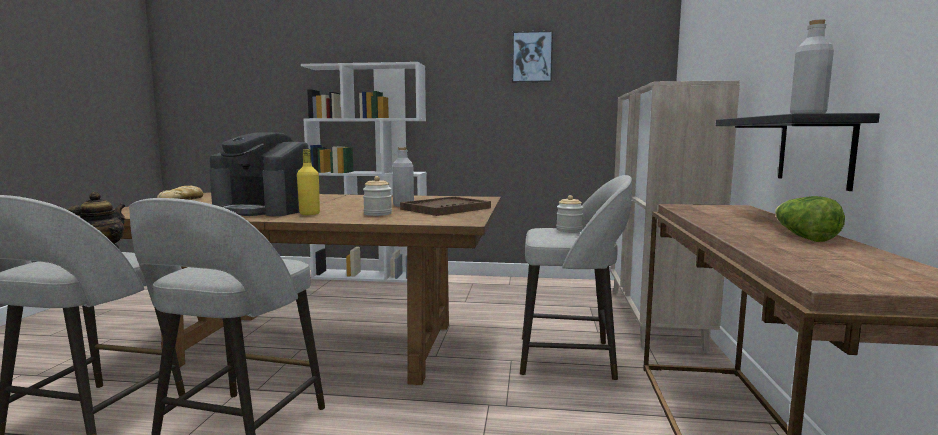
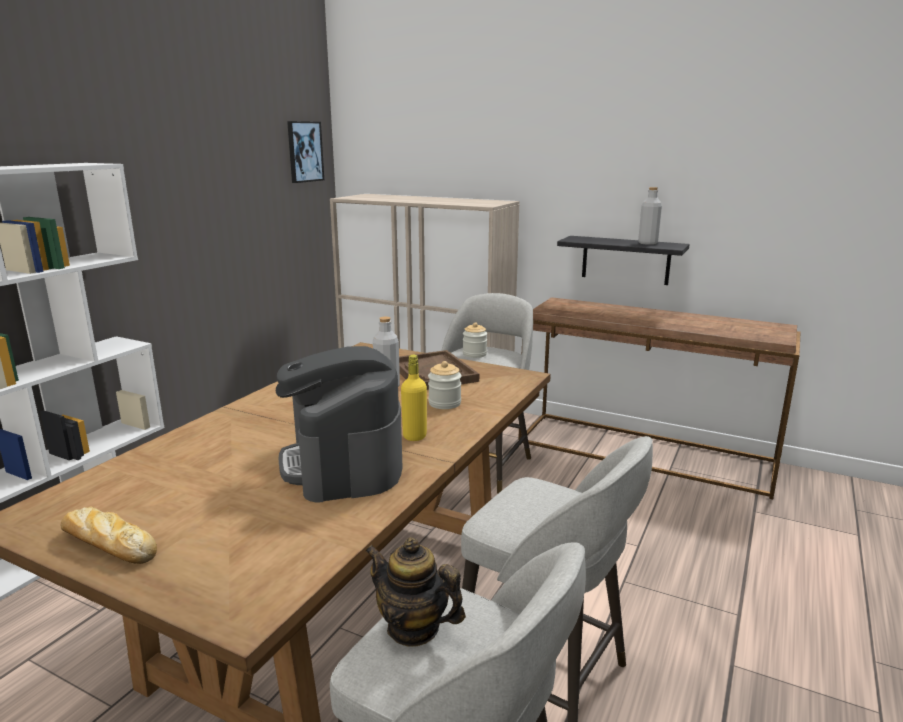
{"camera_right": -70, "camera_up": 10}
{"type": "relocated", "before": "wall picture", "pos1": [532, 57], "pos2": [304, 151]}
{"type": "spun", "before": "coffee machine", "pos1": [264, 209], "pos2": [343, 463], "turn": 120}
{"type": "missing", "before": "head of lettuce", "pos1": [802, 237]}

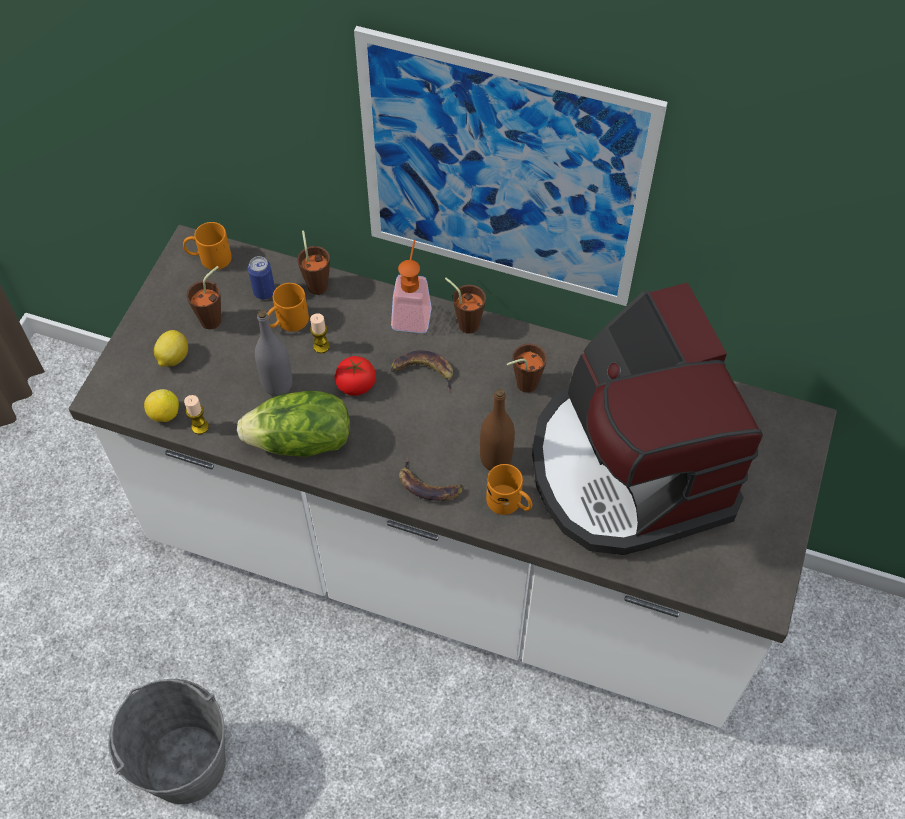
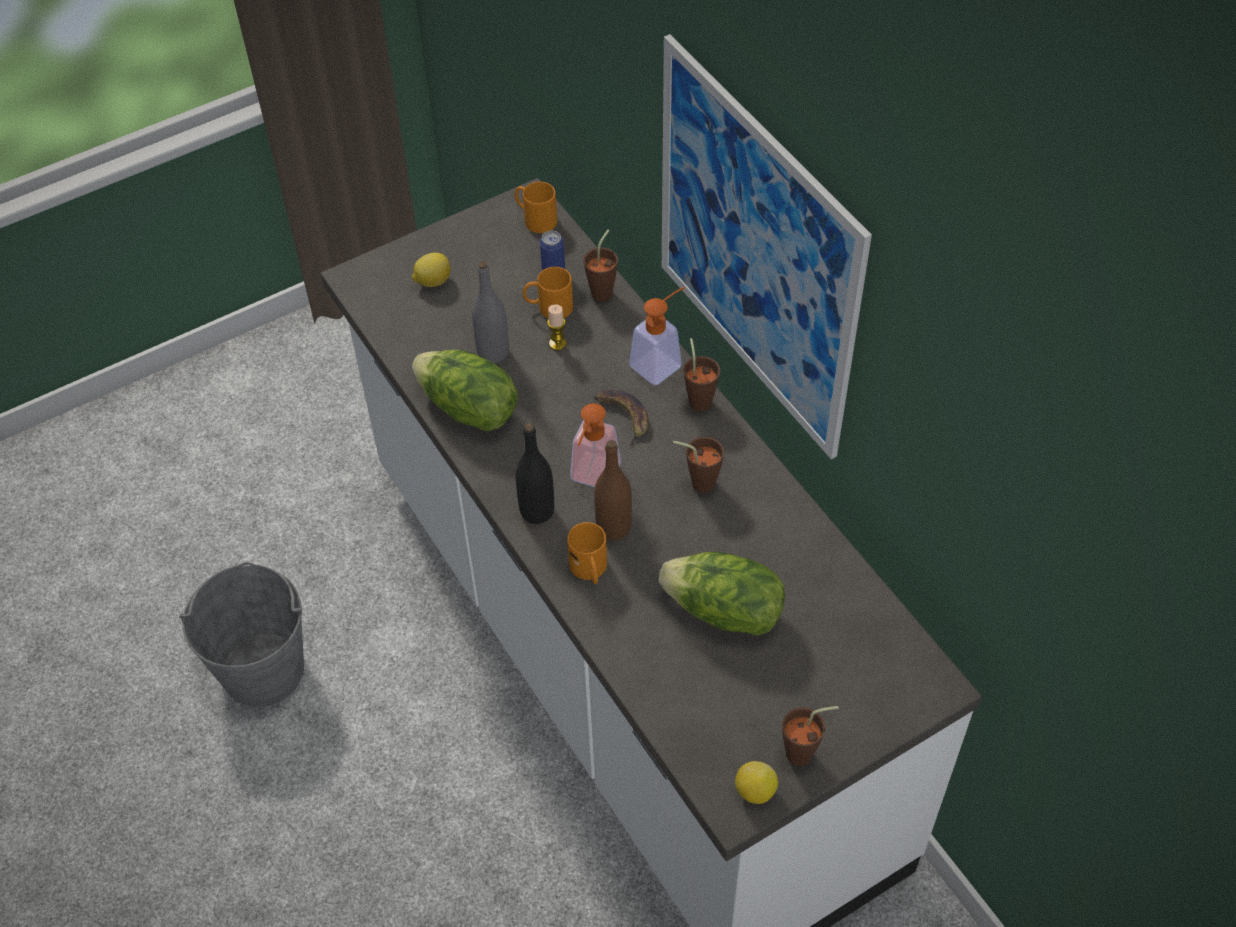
{"camera_right": 40, "camera_up": -5}
{"type": "relocated", "before": "cup/brown-coloured", "pos1": [214, 318], "pos2": [805, 753]}
{"type": "exchanged", "before": "coffee machine", "after": "head of lettuce", "pos1": [628, 468], "pos2": [723, 612]}
{"type": "missing", "before": "fresh tomato", "pos1": [356, 385]}
{"type": "relocated", "before": "lemon", "pos1": [164, 414], "pos2": [755, 791]}
{"type": "missing", "before": "candle", "pos1": [200, 427]}
{"type": "exchanged", "before": "whole banana", "after": "bottle/black", "pos1": [429, 485], "pos2": [537, 511]}
{"type": "appeared", "after": "soap dispenser", "pos2": [592, 478]}

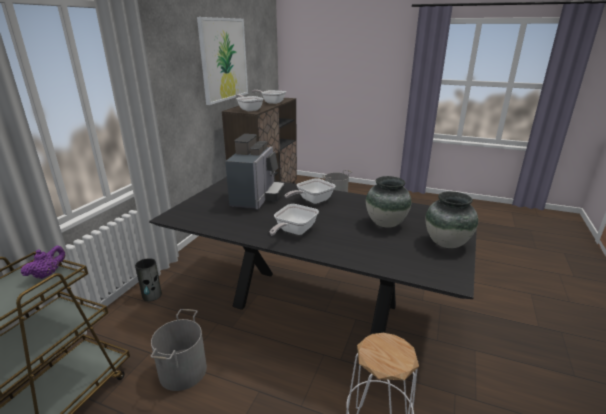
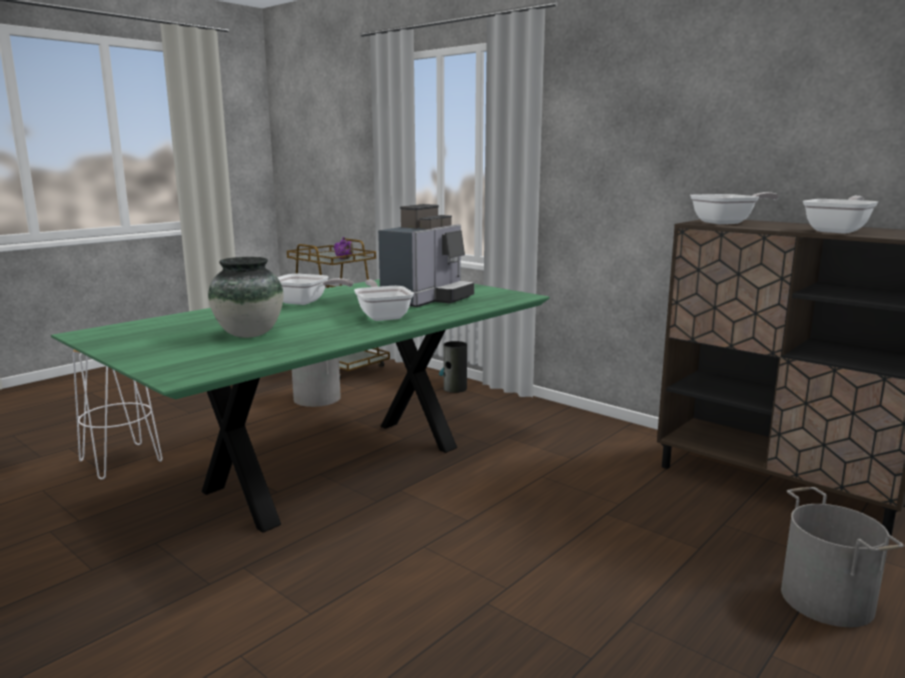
{"camera_right": 110, "camera_up": -10}
{"type": "missing", "before": "wall picture", "pos1": [224, 60]}
{"type": "spun", "before": "coffee machine", "pos1": [257, 198], "pos2": [428, 299], "turn": -90}
{"type": "colour", "before": "dinner table/black", "after": "dinner table/green-coloured", "pos1": [315, 307], "pos2": [336, 469]}
{"type": "missing", "before": "decorative vase", "pos1": [447, 243]}
{"type": "spun", "before": "frying pan", "pos1": [293, 231], "pos2": [306, 303], "turn": 150}

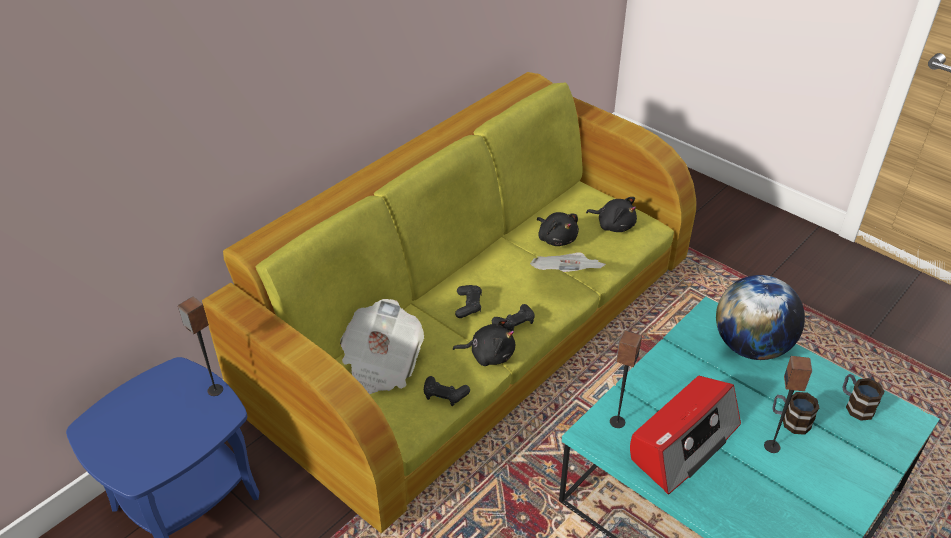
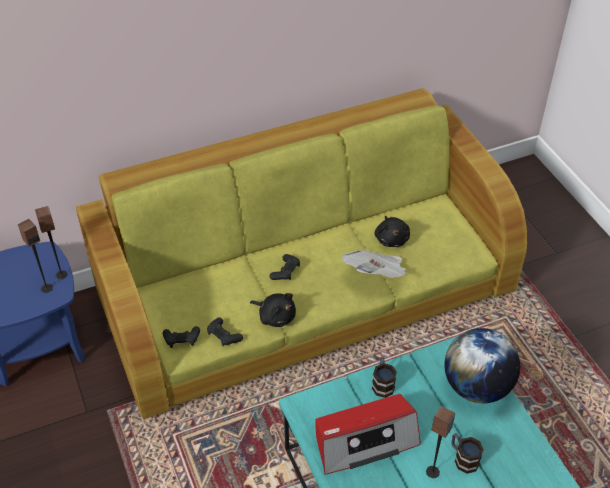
{"camera_right": 25, "camera_up": 5}
{"type": "missing", "before": "soft toy/black", "pos1": [614, 225]}
{"type": "missing", "before": "daily paper", "pos1": [381, 365]}
{"type": "relocated", "before": "joypad/black", "pos1": [514, 323], "pos2": [182, 340]}
{"type": "relocated", "before": "audio speaker", "pos1": [617, 422], "pos2": [46, 288]}
{"type": "relocated", "before": "tea mug", "pos1": [855, 405], "pos2": [382, 383]}

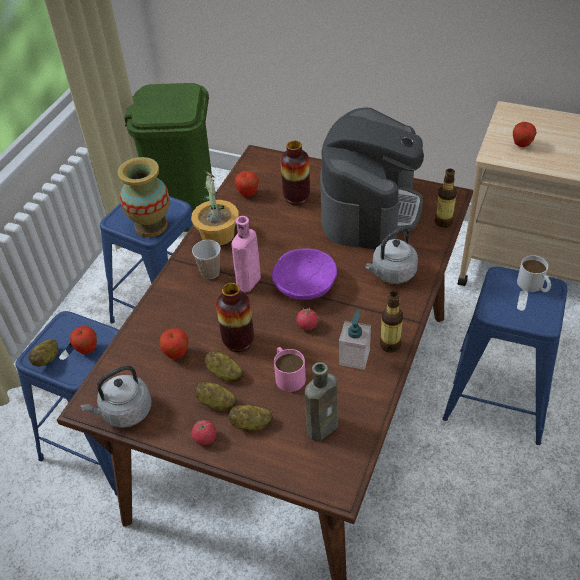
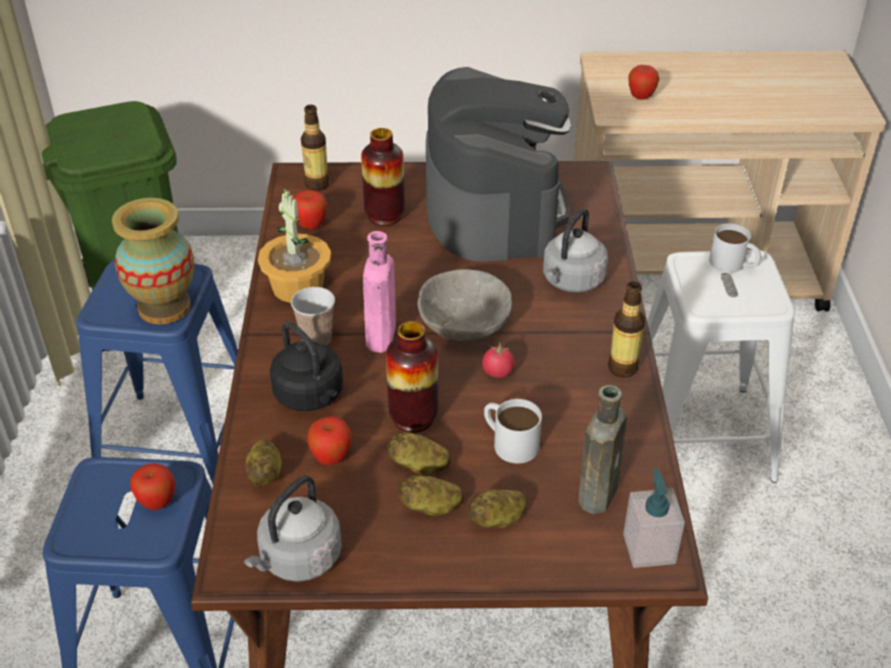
{"camera_right": -25, "camera_up": -5}
{"type": "relocated", "before": "bottle", "pos1": [443, 222], "pos2": [317, 184]}
{"type": "colour", "before": "deep dish/purplish", "after": "deep dish/grey", "pos1": [305, 285], "pos2": [464, 323]}
{"type": "colour", "before": "stool/bluish", "after": "stool/white", "pos1": [498, 394], "pos2": [696, 435]}
{"type": "relocated", "before": "soap dispenser", "pos1": [354, 357], "pos2": [649, 548]}
{"type": "relocated", "before": "spud", "pos1": [47, 359], "pos2": [266, 473]}
{"type": "colour", "before": "tea mug/pink", "after": "tea mug/white", "pos1": [287, 374], "pos2": [509, 441]}
{"type": "missing", "before": "fresh tomato", "pos1": [205, 438]}
{"type": "appeared", "after": "water kettle/black", "pos2": [311, 396]}

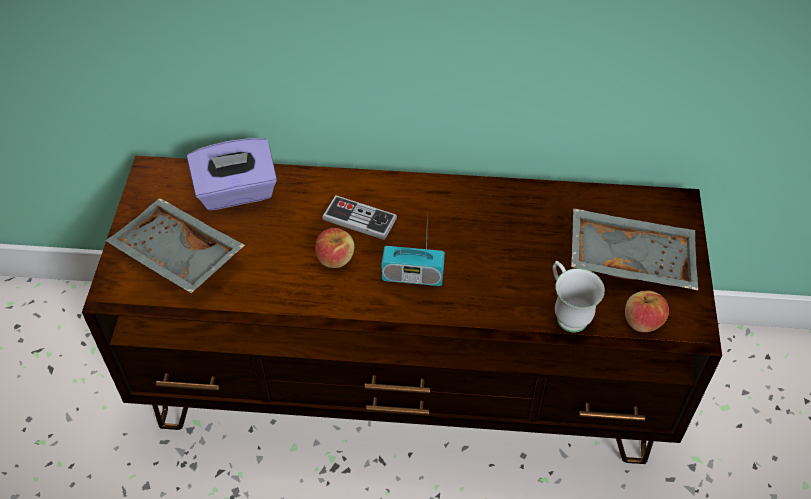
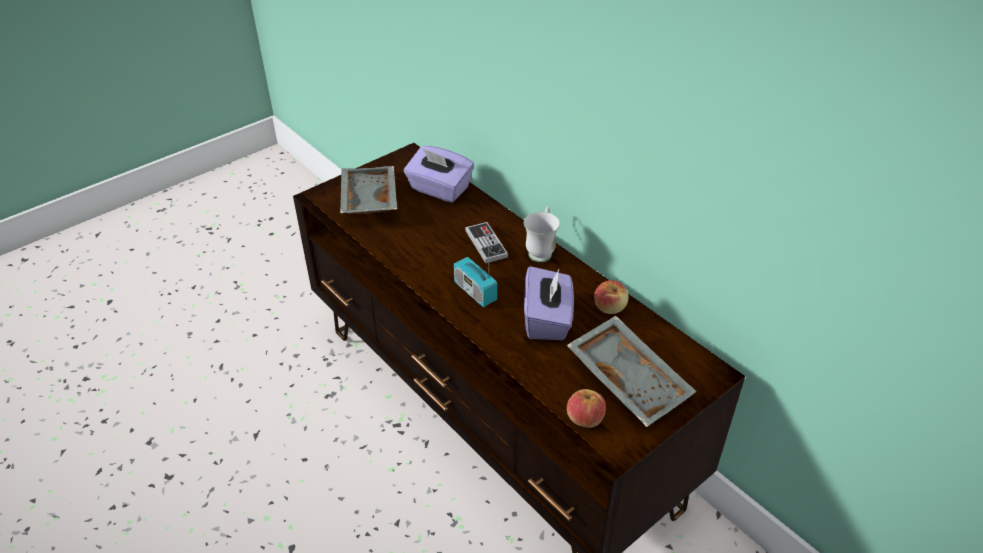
{"camera_right": 45, "camera_up": -10}
{"type": "relocated", "before": "whole apple", "pos1": [335, 258], "pos2": [610, 307]}
{"type": "relocated", "before": "tea mug/white", "pos1": [567, 313], "pos2": [541, 250]}
{"type": "appeared", "after": "tissue holder/purplish", "pos2": [547, 320]}

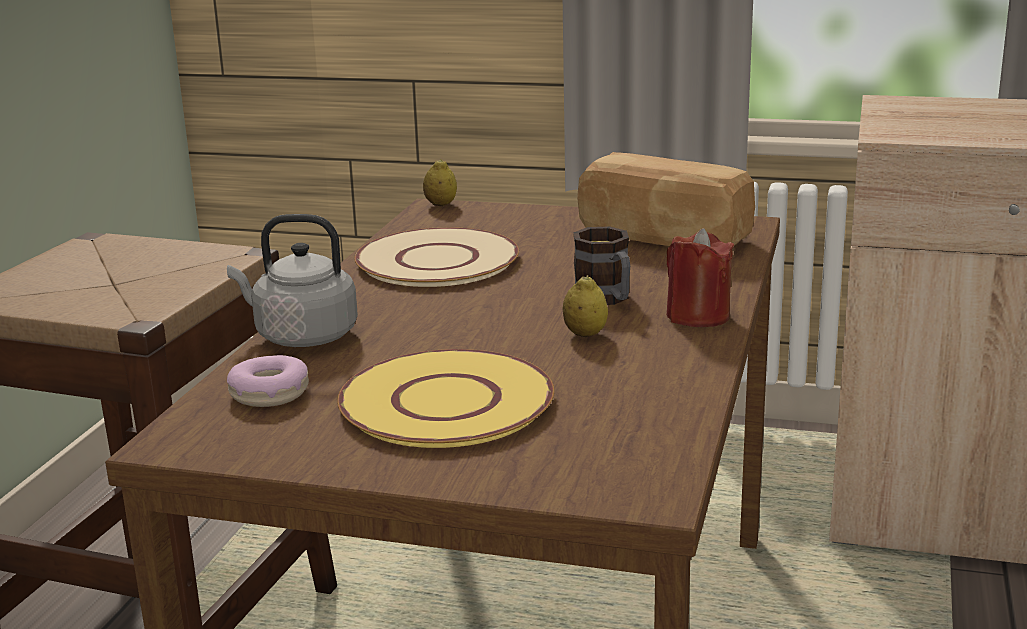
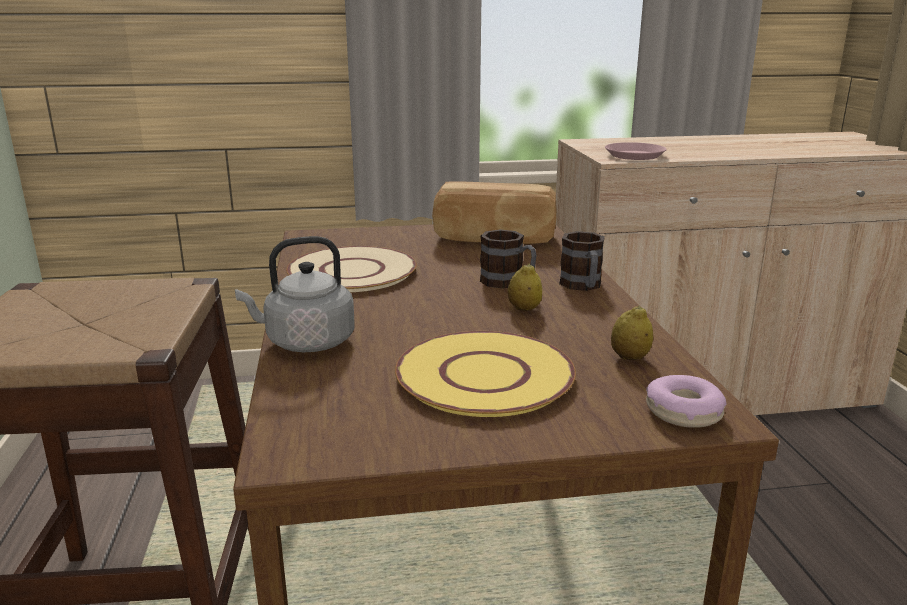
{"camera_right": -25, "camera_up": 0}
{"type": "relocated", "before": "lemon", "pos1": [440, 205], "pos2": [629, 357]}
{"type": "exchanged", "before": "candle/red-coloured", "after": "tea mug", "pos1": [698, 316], "pos2": [583, 286]}
{"type": "relocated", "before": "donut", "pos1": [270, 393], "pos2": [683, 412]}
{"type": "appeared", "after": "plate/pink", "pos2": [634, 155]}

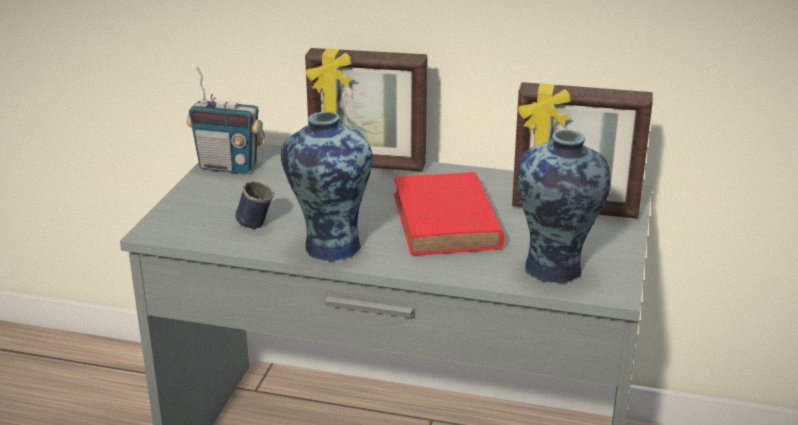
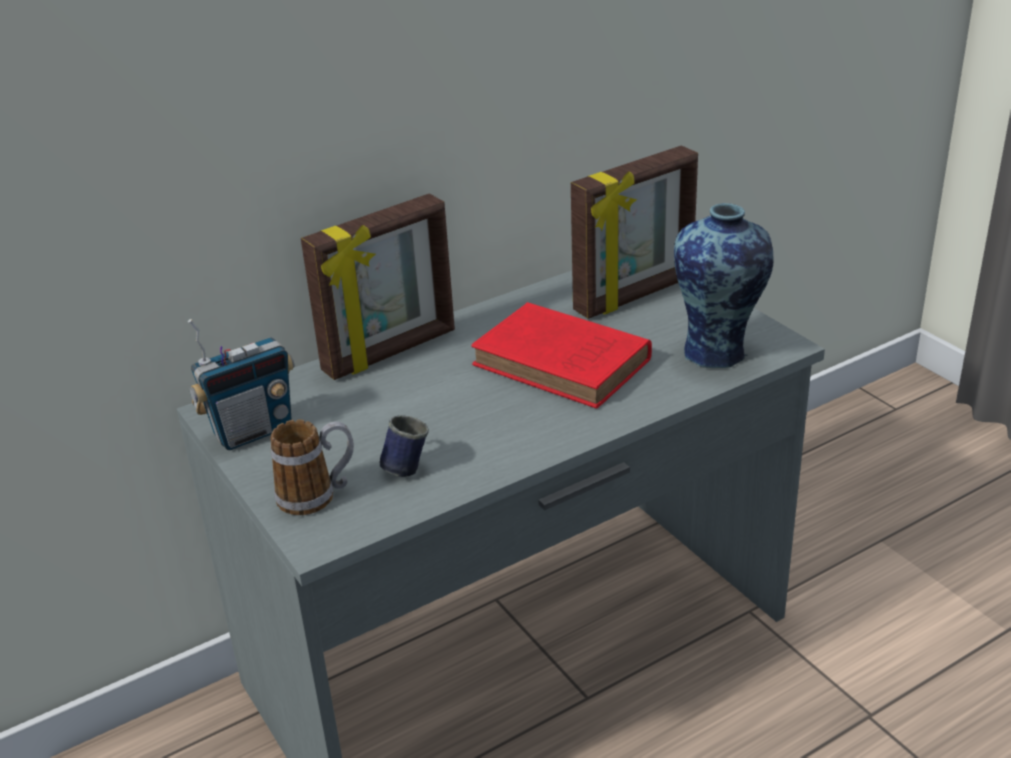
{"camera_right": -45, "camera_up": 5}
{"type": "missing", "before": "decorative vase", "pos1": [329, 246]}
{"type": "appeared", "after": "tea mug", "pos2": [317, 495]}

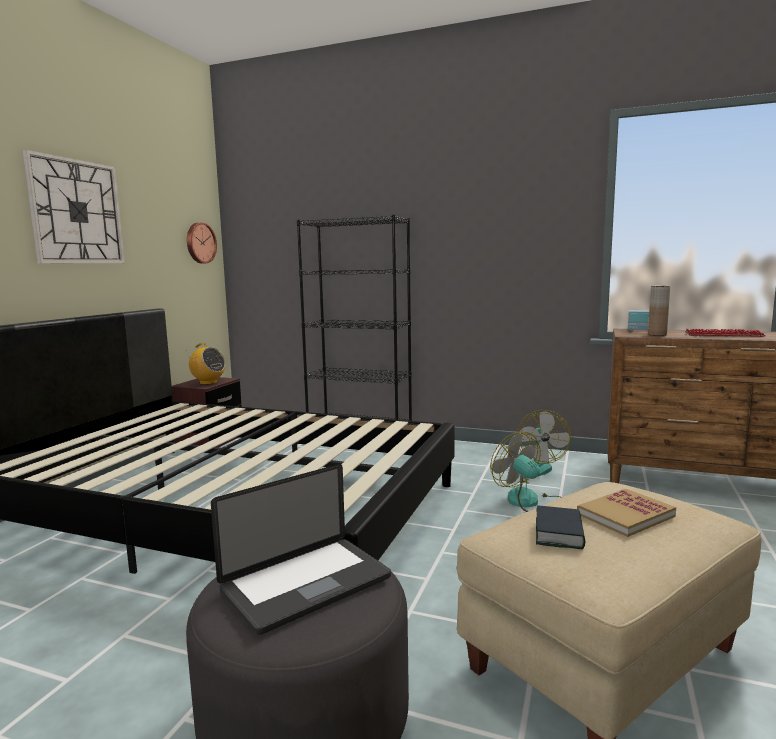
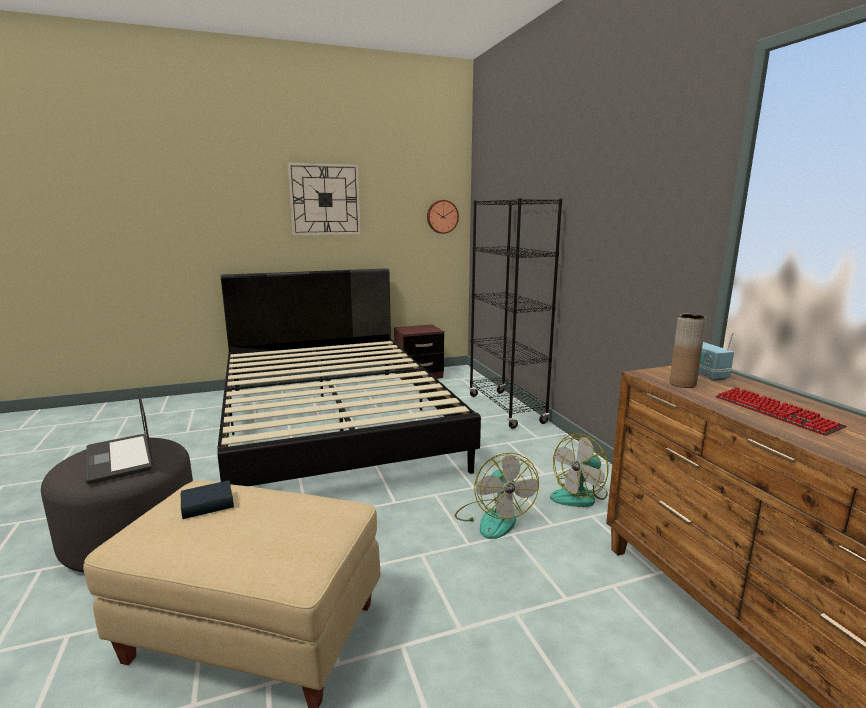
{"camera_right": 50, "camera_up": 5}
{"type": "missing", "before": "radio set", "pos1": [208, 382]}
{"type": "spun", "before": "electric fan", "pos1": [530, 502], "pos2": [493, 518], "turn": 150}
{"type": "spun", "before": "notebook computer", "pos1": [306, 584], "pos2": [119, 459], "turn": 45}
{"type": "missing", "before": "volume", "pos1": [625, 515]}

